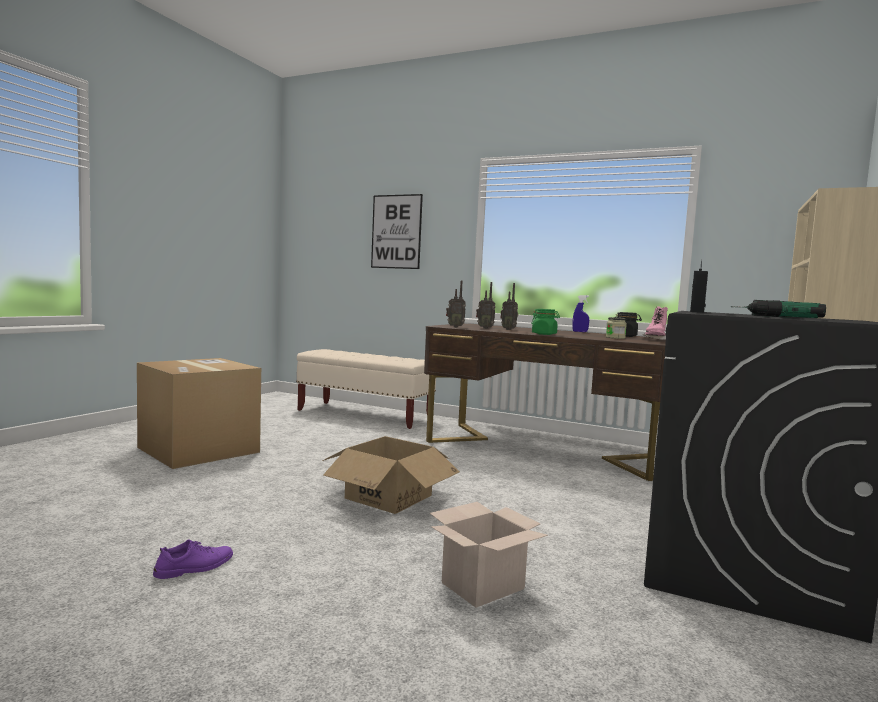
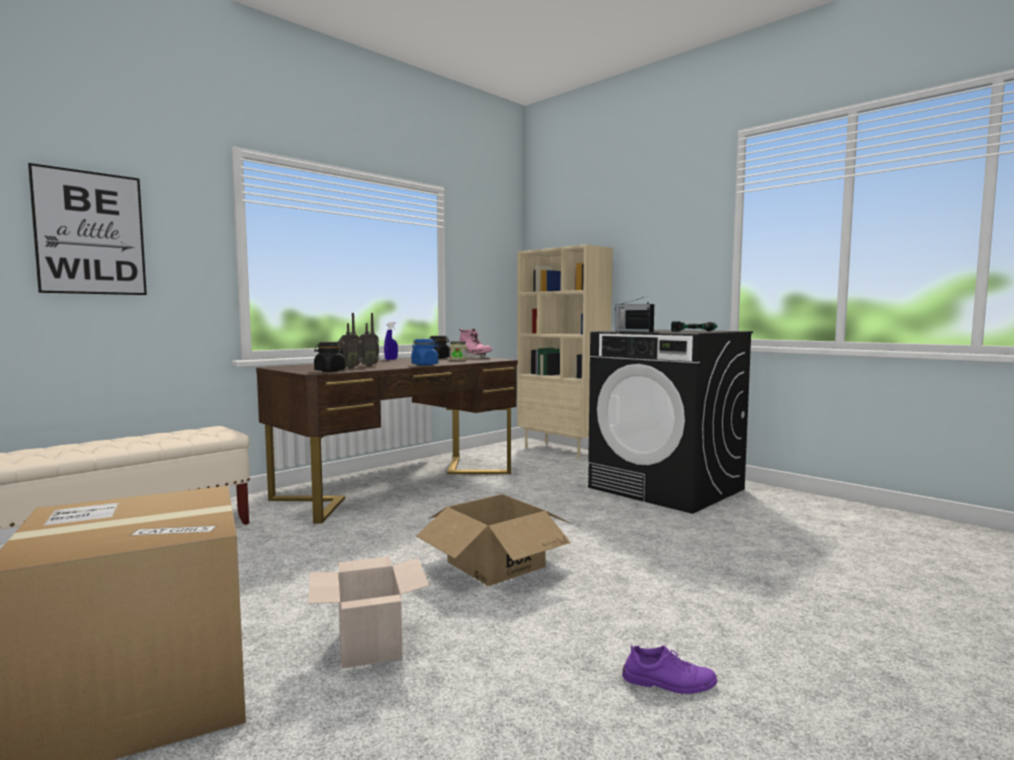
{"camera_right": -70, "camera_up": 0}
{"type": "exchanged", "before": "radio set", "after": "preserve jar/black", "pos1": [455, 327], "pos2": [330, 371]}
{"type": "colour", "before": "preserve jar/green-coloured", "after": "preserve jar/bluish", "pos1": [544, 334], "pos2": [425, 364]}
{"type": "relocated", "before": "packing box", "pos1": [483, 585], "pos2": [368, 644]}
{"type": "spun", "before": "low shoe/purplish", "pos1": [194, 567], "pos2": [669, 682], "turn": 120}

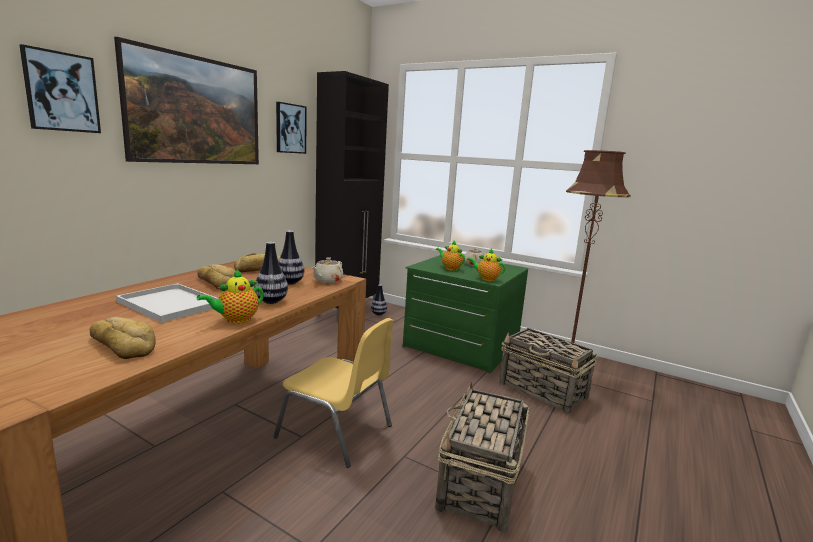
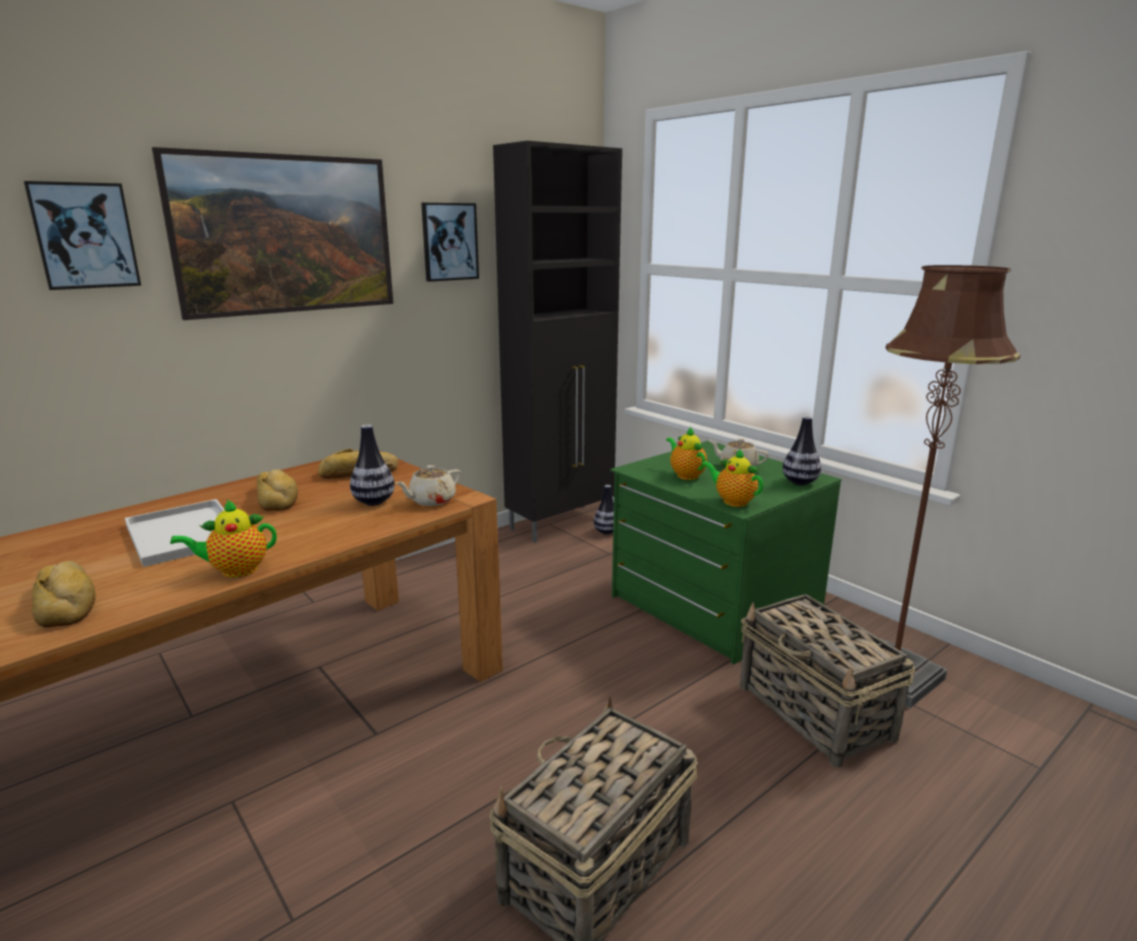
{"camera_right": 20, "camera_up": 5}
{"type": "relocated", "before": "decorative vase", "pos1": [271, 301], "pos2": [800, 482]}
{"type": "missing", "before": "upright chair/yellowish", "pos1": [336, 432]}

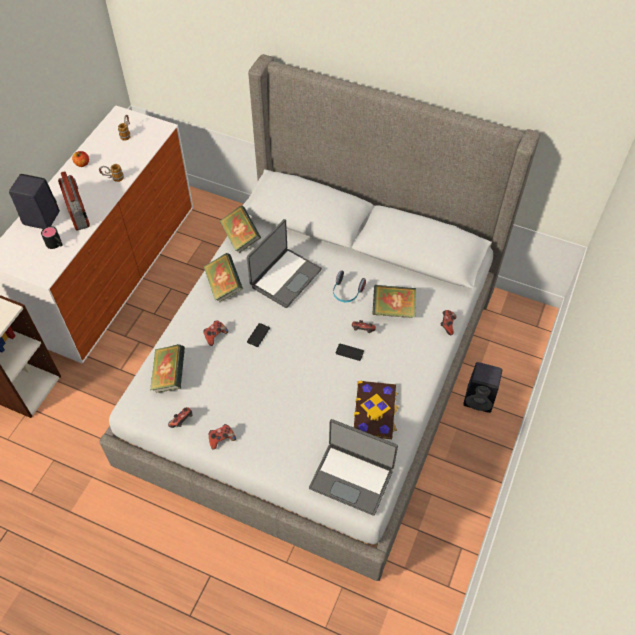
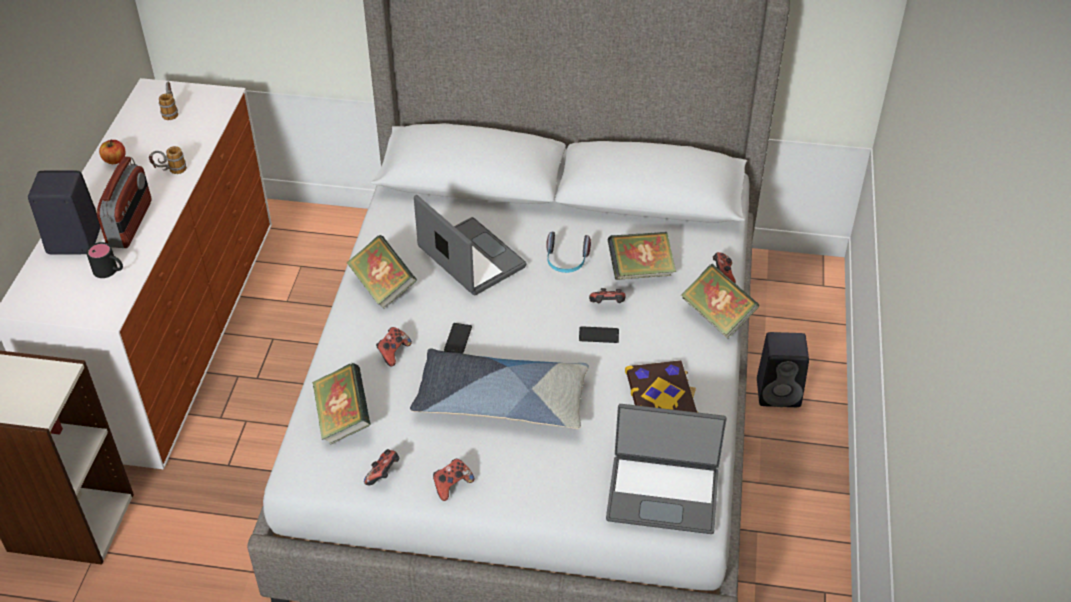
{"camera_right": -15, "camera_up": -10}
{"type": "spun", "before": "radio set", "pos1": [78, 213], "pos2": [131, 224], "turn": 45}
{"type": "relocated", "before": "volume", "pos1": [241, 238], "pos2": [717, 316]}
{"type": "spun", "before": "notebook computer", "pos1": [285, 277], "pos2": [470, 259], "turn": -60}
{"type": "appeared", "after": "throw pillow", "pos2": [501, 400]}

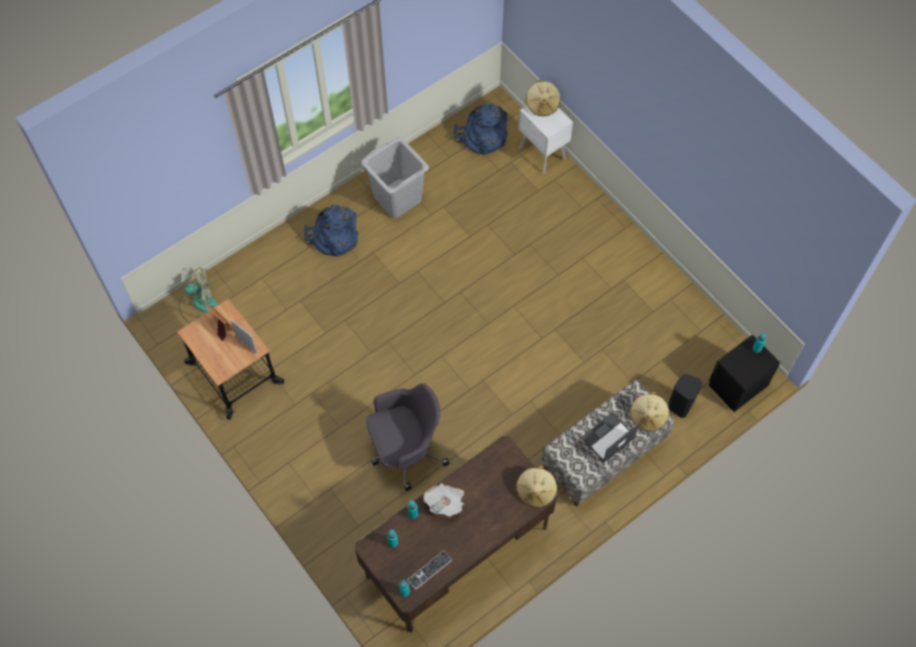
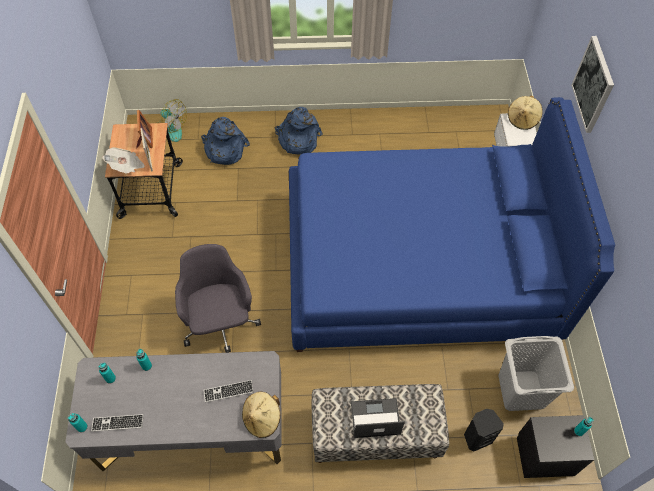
{"camera_right": 35, "camera_up": -5}
{"type": "relocated", "before": "rucksack/bluish", "pos1": [481, 137], "pos2": [224, 149]}
{"type": "relocated", "before": "washing basket/grey", "pos1": [397, 199], "pos2": [521, 391]}
{"type": "spun", "before": "office chair/grey", "pos1": [406, 450], "pos2": [220, 322], "turn": -120}
{"type": "missing", "before": "wearable hat/sand-coloured", "pos1": [648, 417]}
{"type": "colour", "before": "desk/brown-coloured", "after": "desk/grey", "pos1": [457, 551], "pos2": [192, 430]}
{"type": "relocated", "before": "daily paper", "pos1": [446, 503], "pos2": [126, 166]}
{"type": "appeared", "after": "wall picture", "pos2": [593, 85]}
{"type": "appeared", "after": "bedroom bed/bluish", "pos2": [418, 265]}
{"type": "appeared", "after": "keyboard", "pos2": [228, 391]}

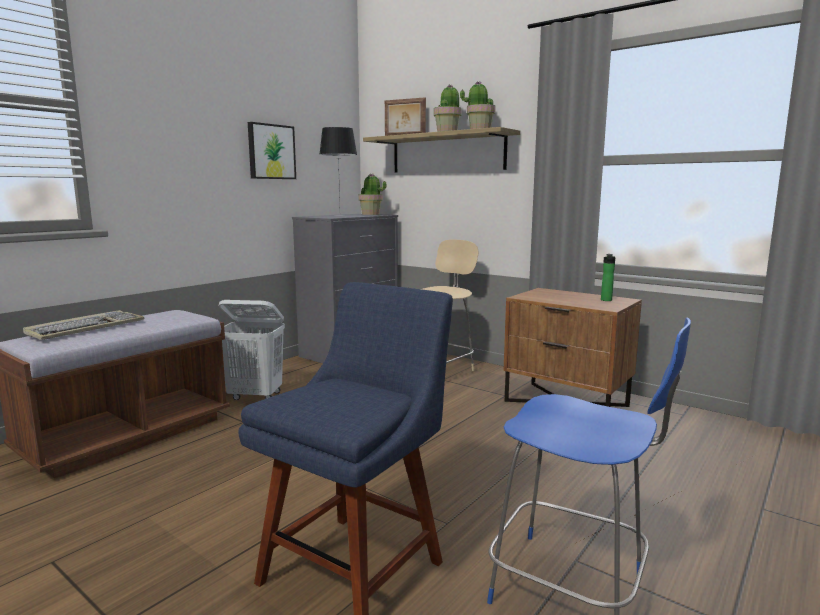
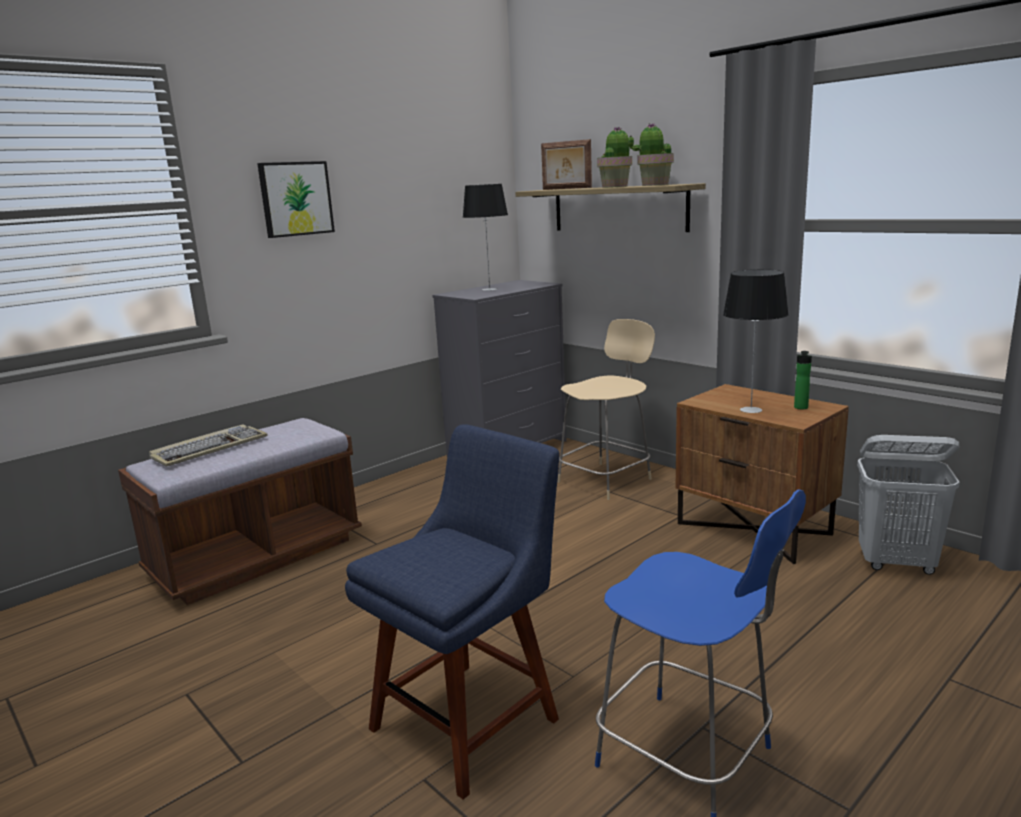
{"camera_right": 10, "camera_up": 5}
{"type": "relocated", "before": "wall picture", "pos1": [271, 152], "pos2": [295, 199]}
{"type": "missing", "before": "potted plant", "pos1": [371, 214]}
{"type": "relocated", "before": "washing basket/white", "pos1": [256, 396], "pos2": [897, 563]}
{"type": "appeared", "after": "lamp for a table", "pos2": [751, 410]}

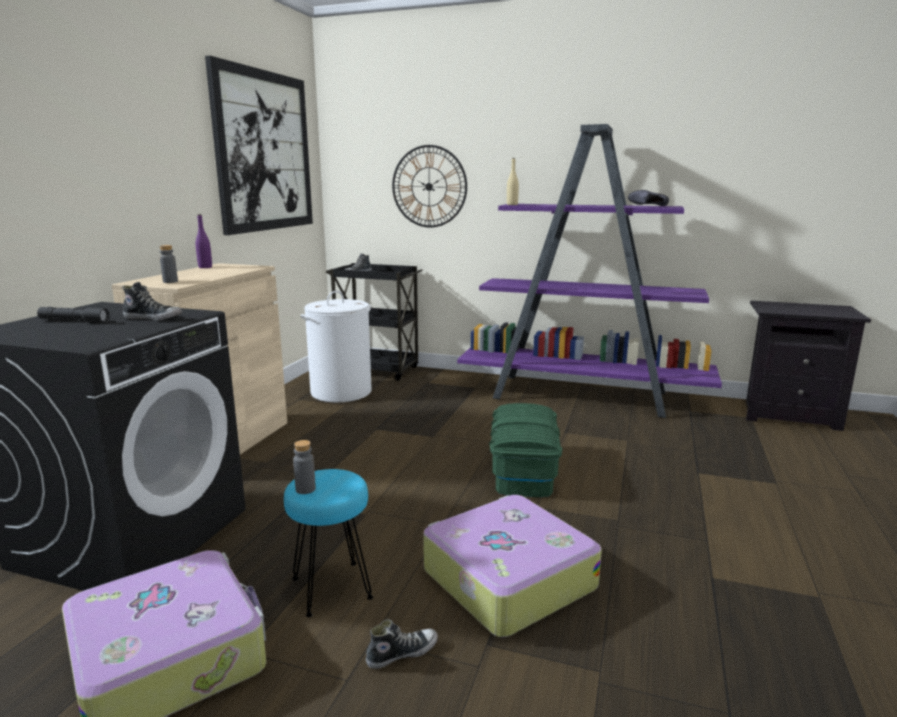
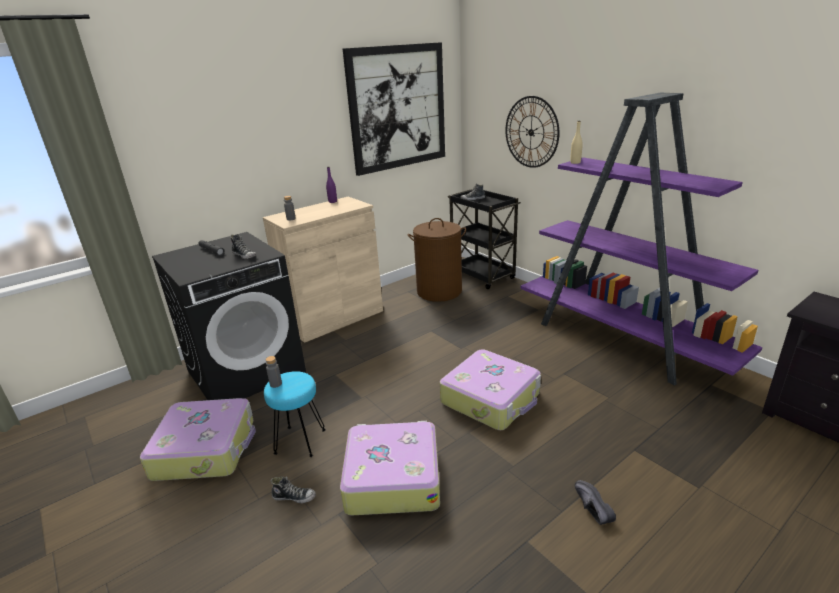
{"camera_right": 35, "camera_up": 10}
{"type": "relocated", "before": "low shoe/black", "pos1": [647, 205], "pos2": [590, 509]}
{"type": "colour", "before": "washing basket/white", "after": "washing basket/brown-coloured", "pos1": [341, 392], "pos2": [439, 291]}
{"type": "exchanged", "before": "storage box/green-coloured", "after": "travel case", "pos1": [523, 471], "pos2": [491, 399]}

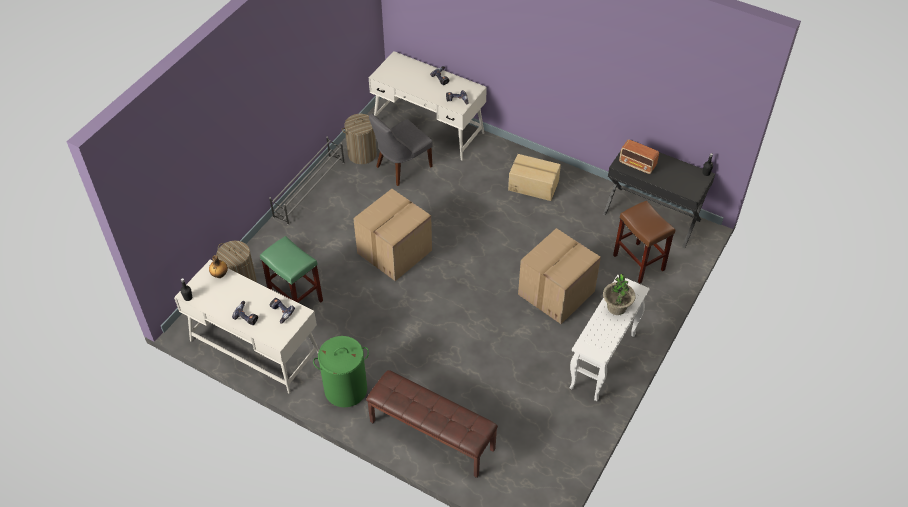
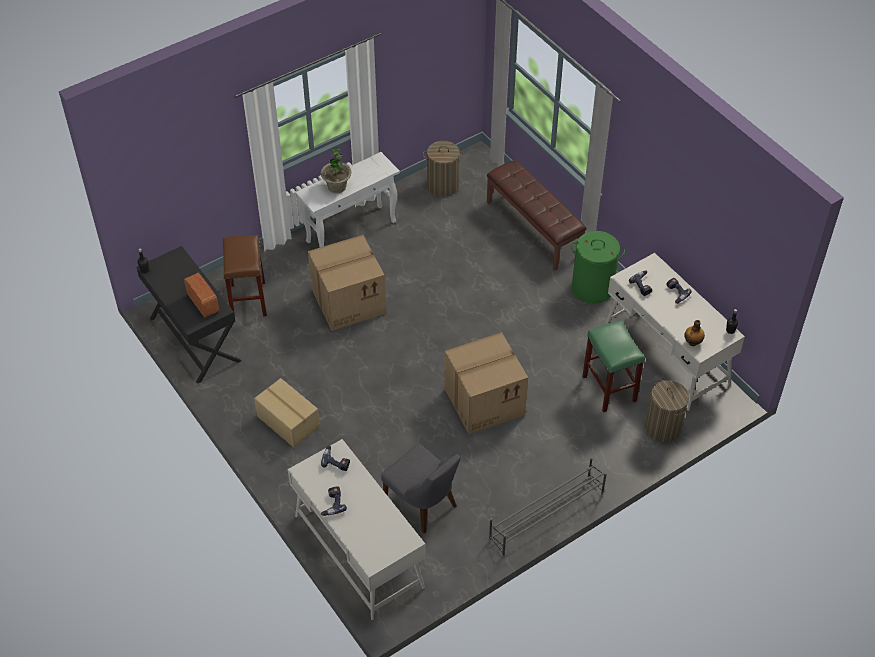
{"camera_right": -155, "camera_up": 0}
{"type": "spun", "before": "upright chair/grey", "pos1": [401, 167], "pos2": [422, 505], "turn": 60}
{"type": "relocated", "before": "washing basket", "pos1": [362, 154], "pos2": [442, 185]}

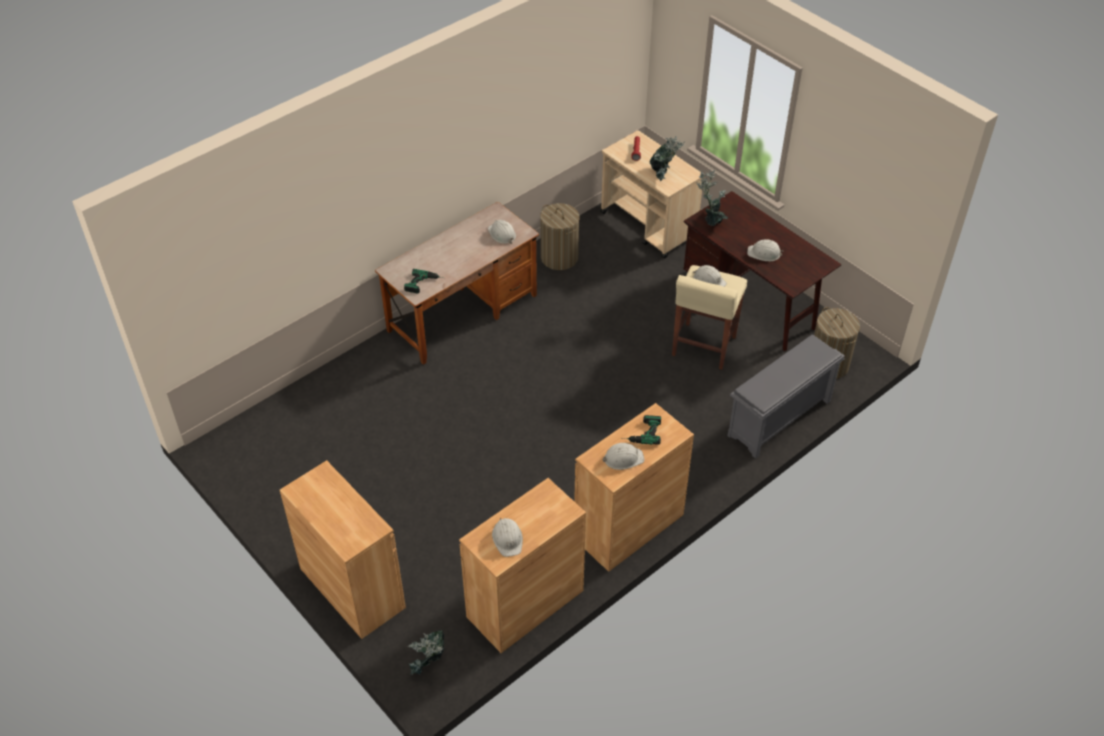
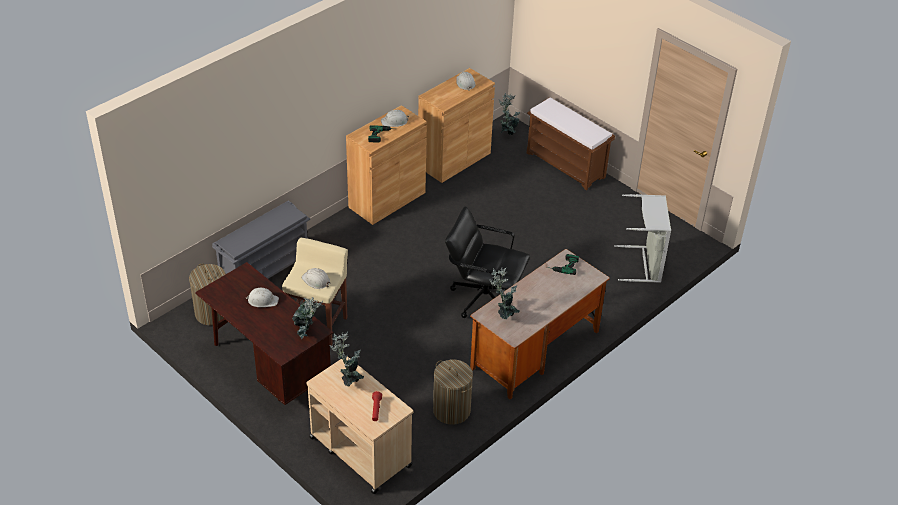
{"camera_right": 175, "camera_up": -5}
{"type": "exchanged", "before": "safety helmet/white", "after": "potted plant", "pos1": [502, 234], "pos2": [504, 313]}
{"type": "exchanged", "before": "cabinet/brown-coloured", "after": "long seat/brown-coloured", "pos1": [352, 588], "pos2": [566, 165]}
{"type": "appeared", "after": "washing basket/grey", "pos2": [644, 264]}
{"type": "appeared", "after": "office chair/black", "pos2": [483, 297]}

